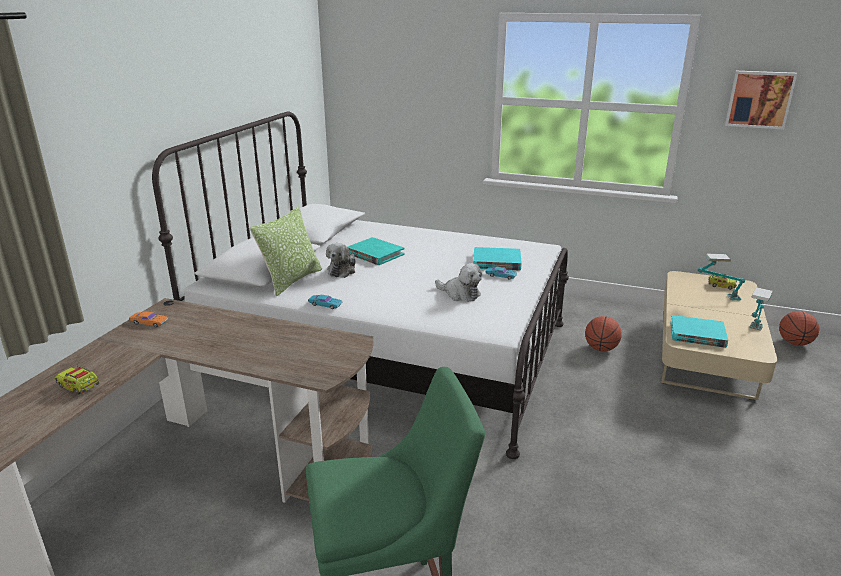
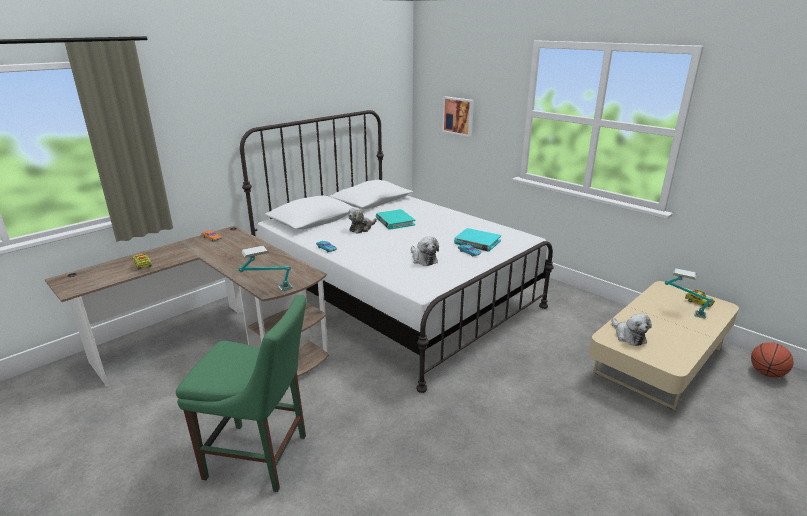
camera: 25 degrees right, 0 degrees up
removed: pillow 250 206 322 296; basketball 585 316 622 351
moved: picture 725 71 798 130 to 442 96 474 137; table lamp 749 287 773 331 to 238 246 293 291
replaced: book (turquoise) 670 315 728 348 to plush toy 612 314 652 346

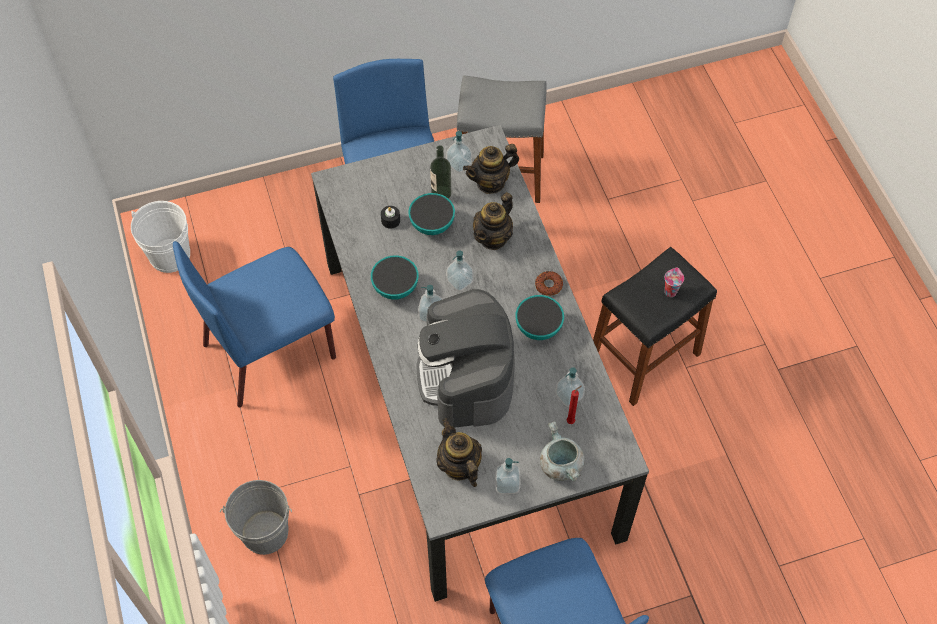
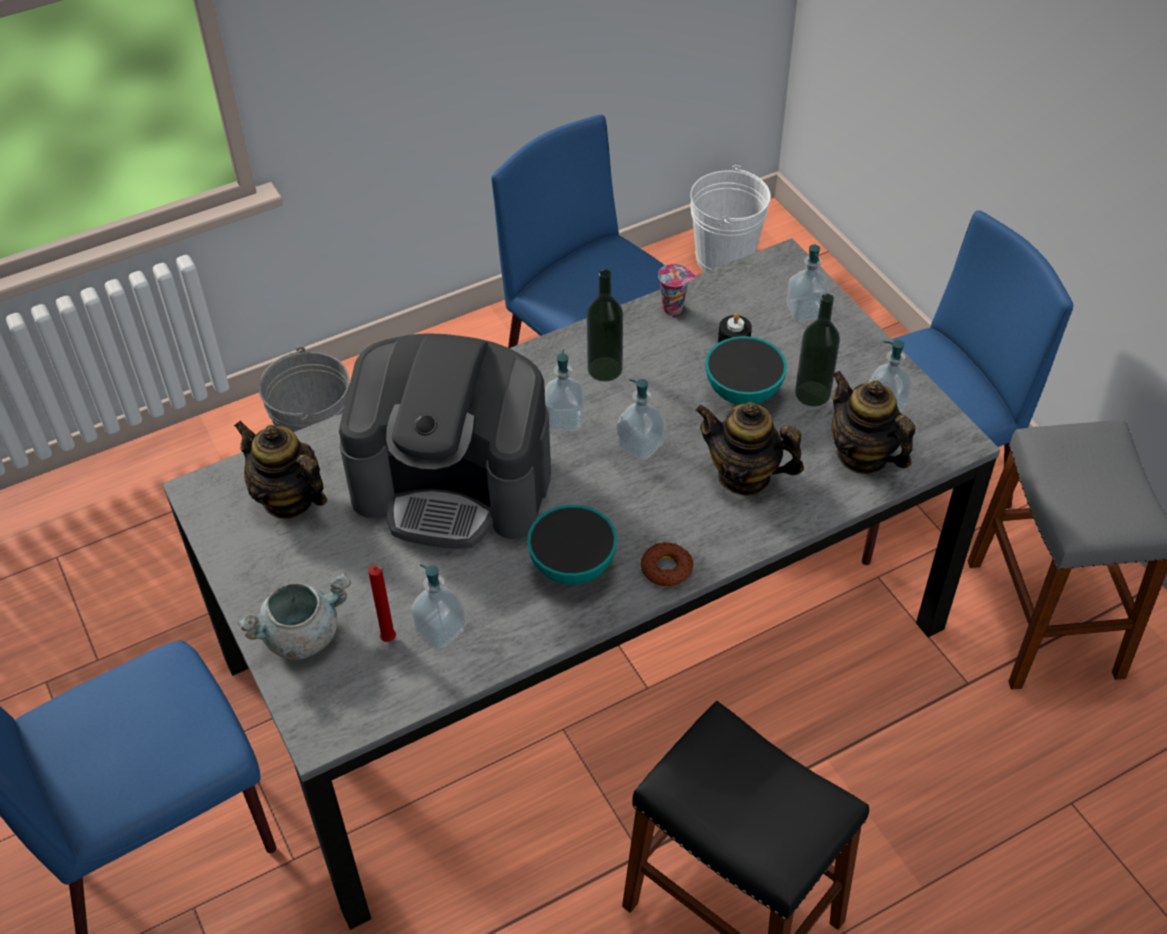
camera: 80 degrees right, 10 degrees down
moved: soap dispenser 495 458 521 494 to 786 245 830 322; cup 665 267 684 297 to 658 264 696 315
replaced: bowl 371 256 418 300 to bottle 587 269 623 381
turned: coffee machine 417 289 515 428 = 339 333 551 549 150 degrees counterclockwise; teapot 436 418 482 487 = 234 421 327 519 105 degrees counterclockwise

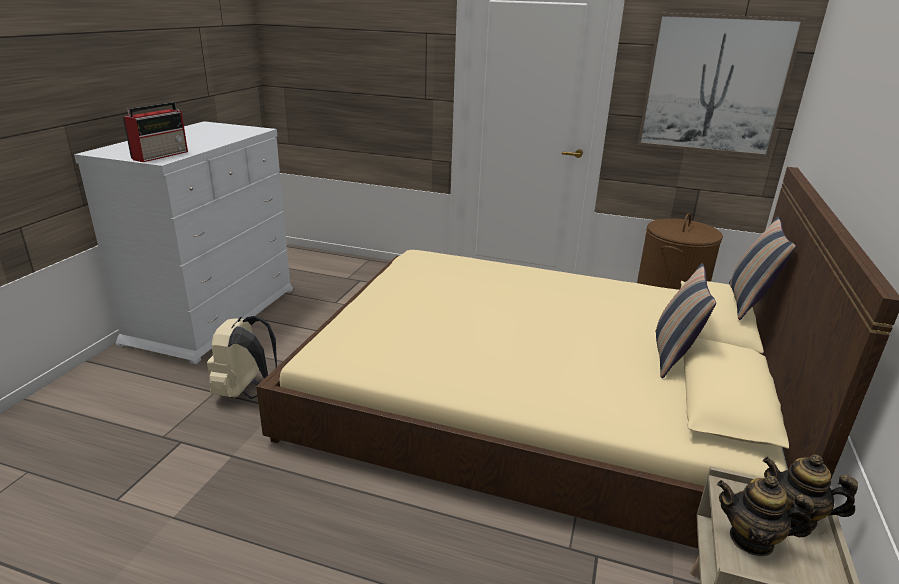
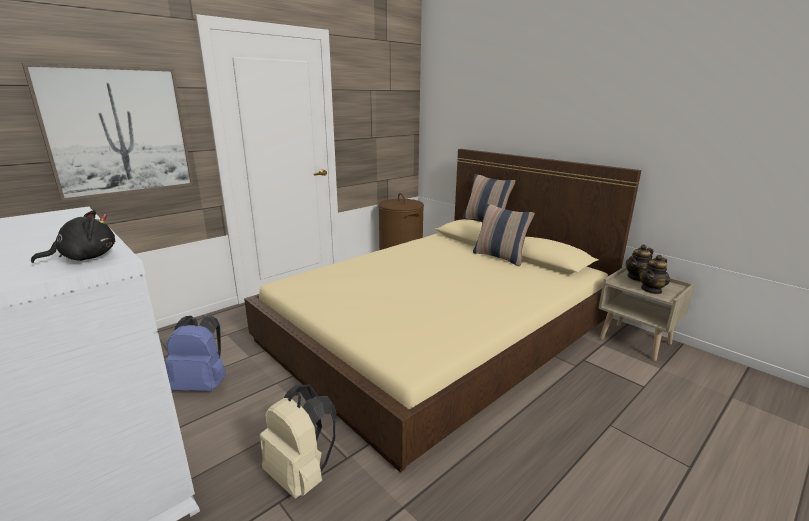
camera: 60 degrees left, 5 degrees down
added: backpack (blue) 165 316 226 391
moved: picture 638 13 805 157 to 22 63 194 201
replaced: radio 123 102 188 162 to plush toy (black) 31 210 115 263

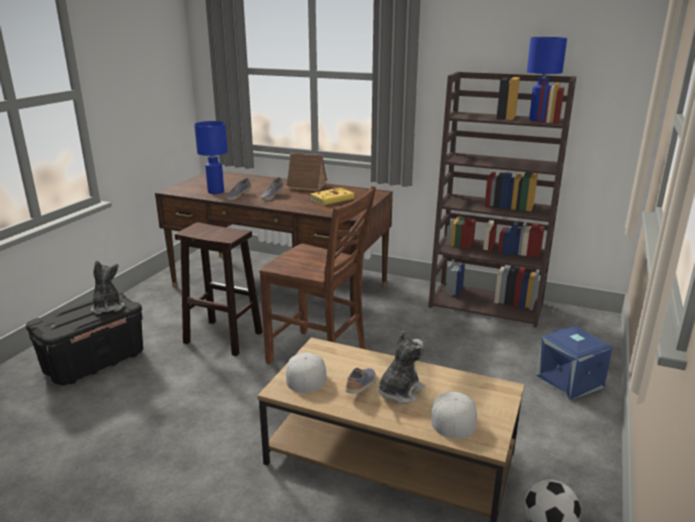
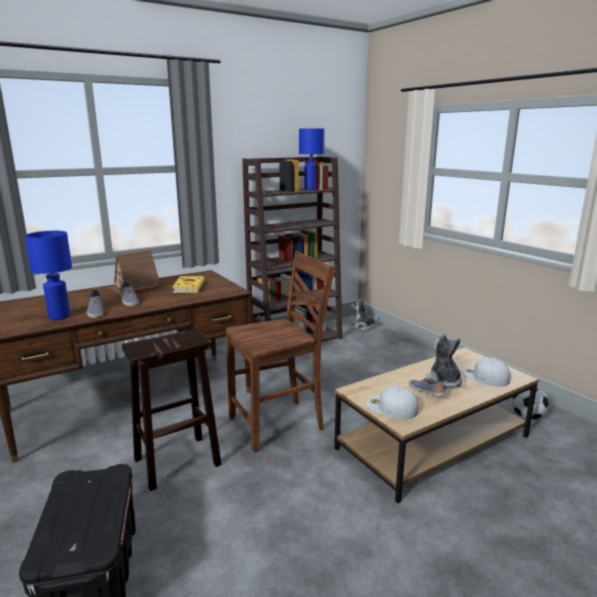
camera: 55 degrees left, 5 degrees down
removed: storage box (blue) 536 326 612 400
moved: plush toy 91 260 124 314 to 350 299 380 330

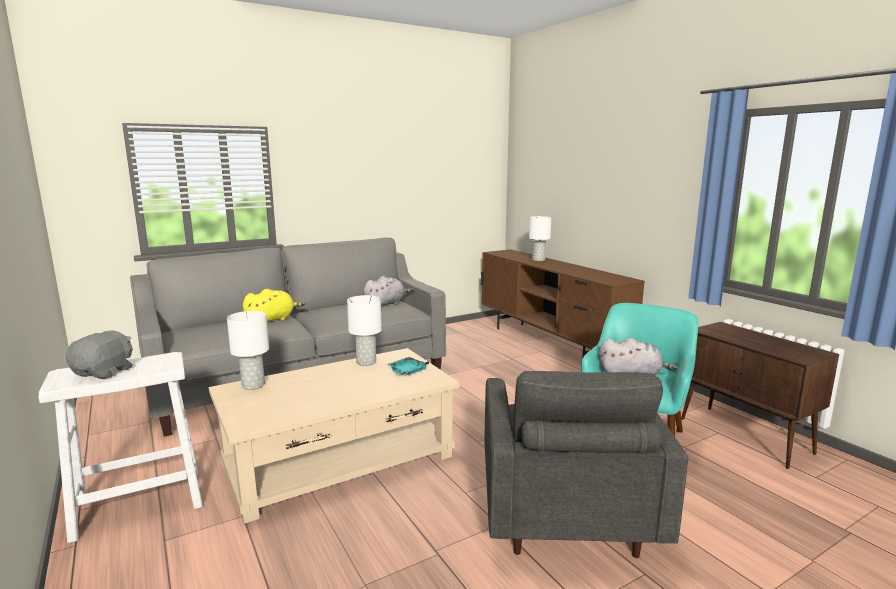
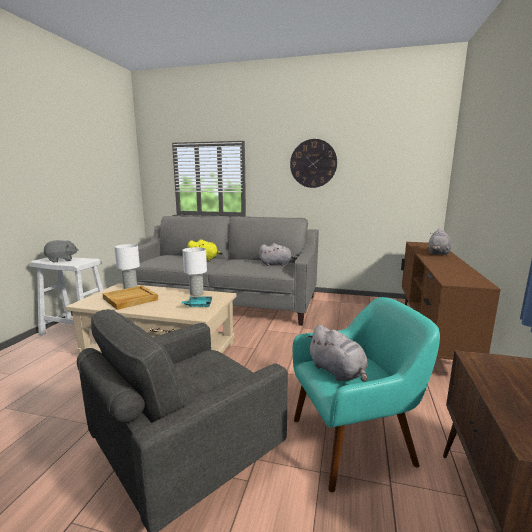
camera: 45 degrees right, 0 degrees up
added: tray (beige) 103 286 158 310; wall clock 290 139 337 188
replaced: table lamp (white) 529 216 551 261 to plush toy (grey) 428 229 451 255

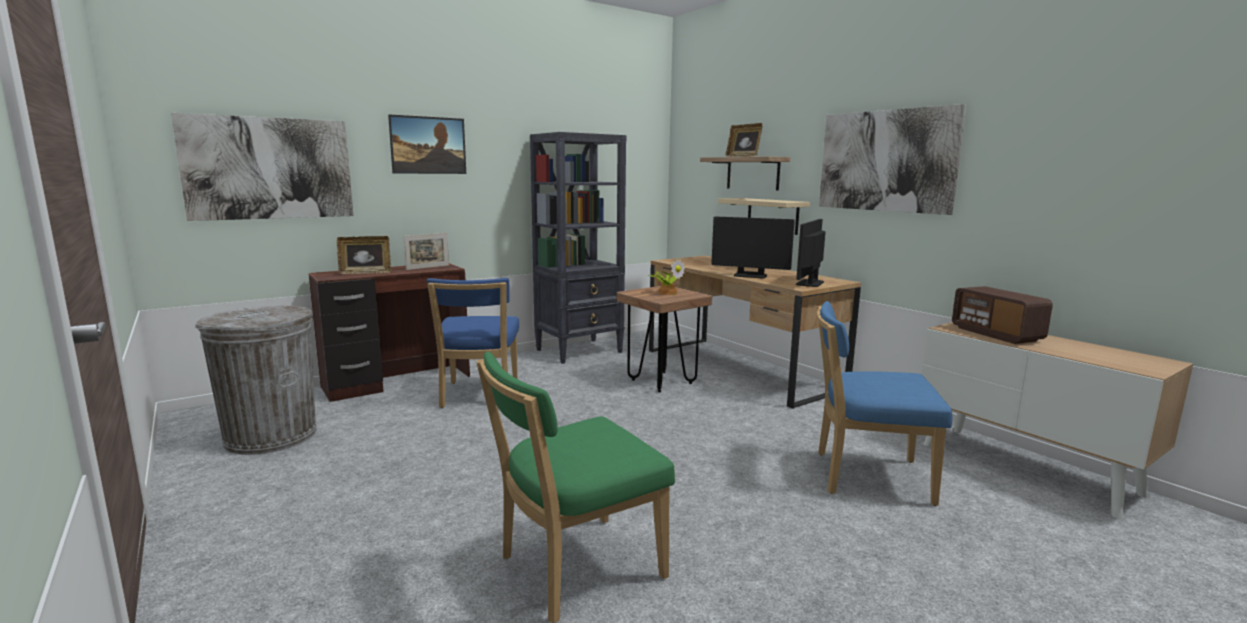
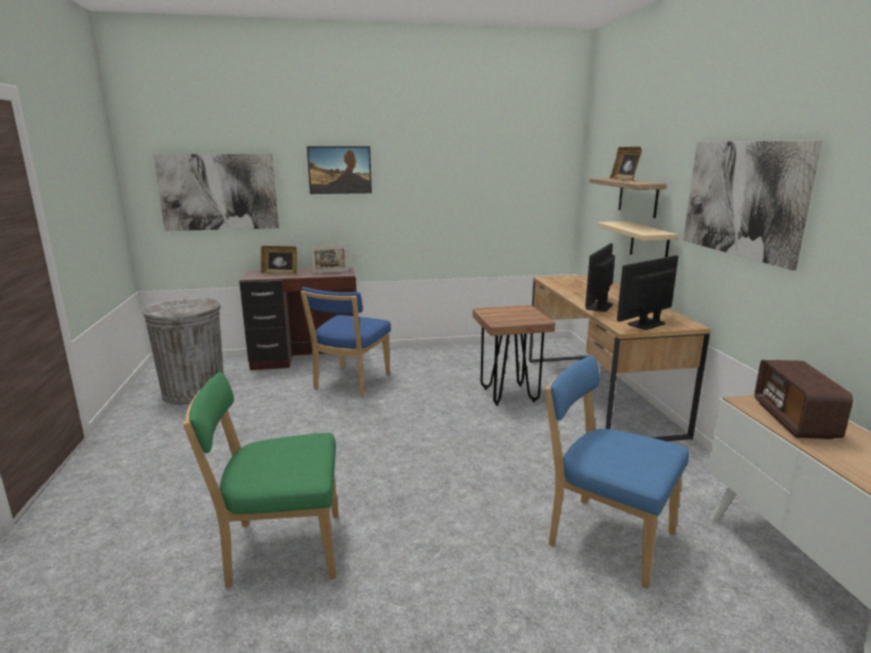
camera: 25 degrees right, 5 degrees up
removed: bookcase (black) 530 132 627 364; potted plant 648 259 685 295
turned: monitor 711 217 795 278 = 585 243 615 312 75 degrees clockwise

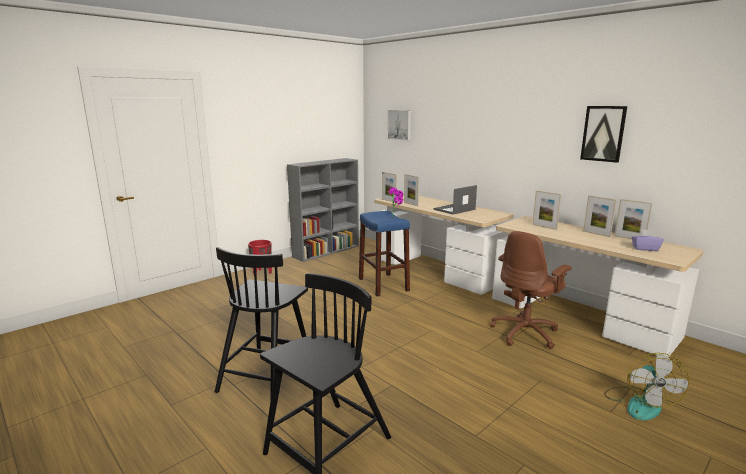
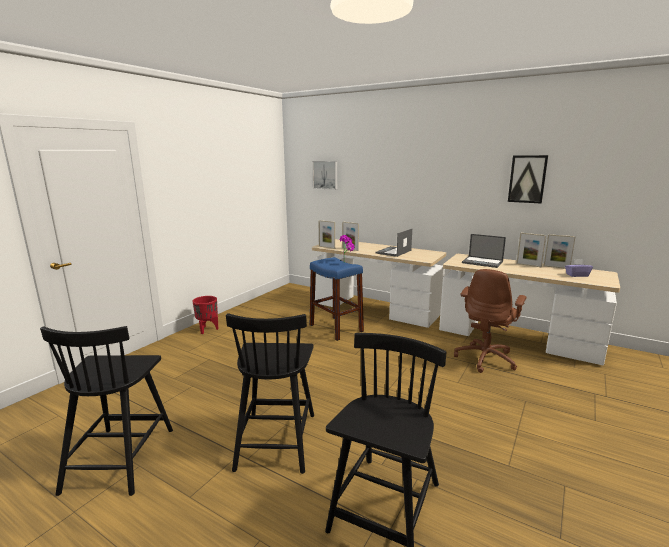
camera: 15 degrees left, 0 degrees up
removed: bookcase (grey) 287 158 359 262; fan 604 353 689 420
added: chair (black) 40 326 173 496
replaced: picture frame 532 190 561 230 to laptop 462 234 506 268

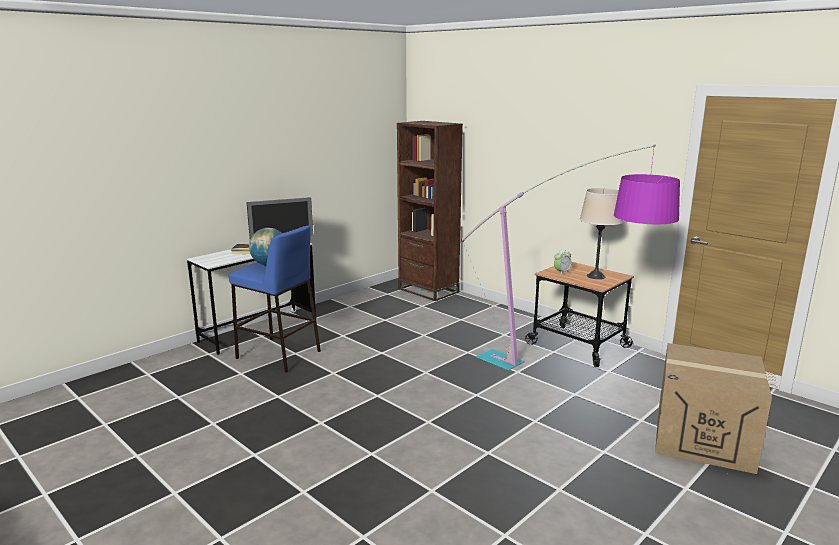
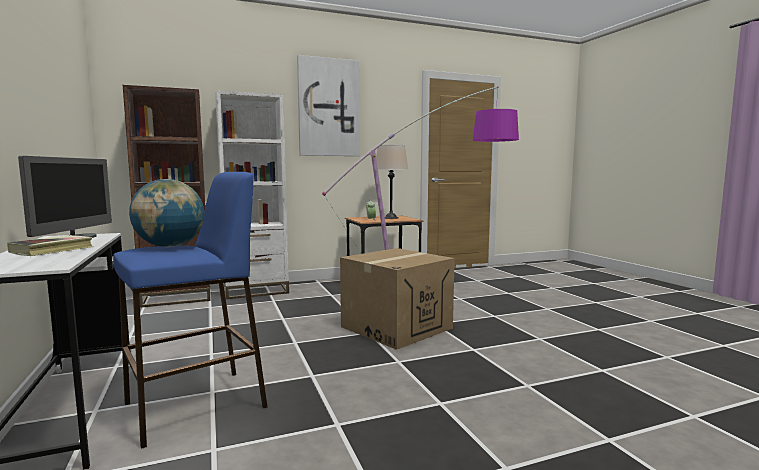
camera: 65 degrees left, 10 degrees down
added: bookcase (white) 215 90 289 299; picture 297 55 360 156
moved: cardboard box 655 343 772 474 to 340 248 455 350

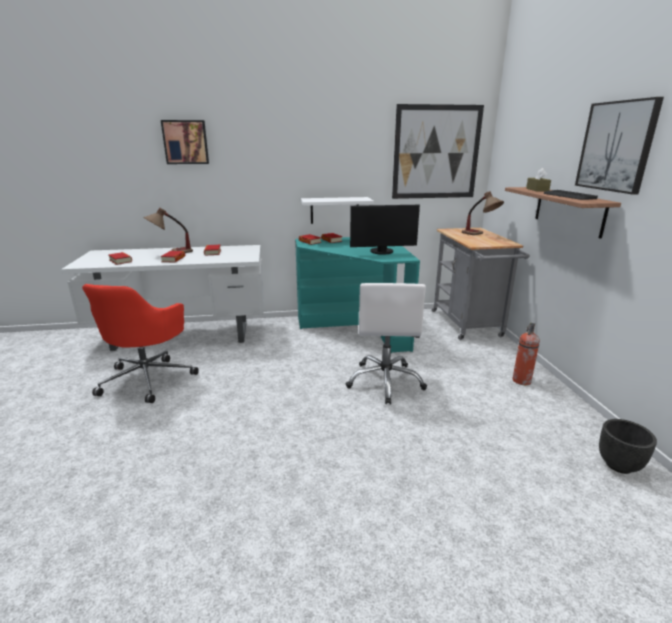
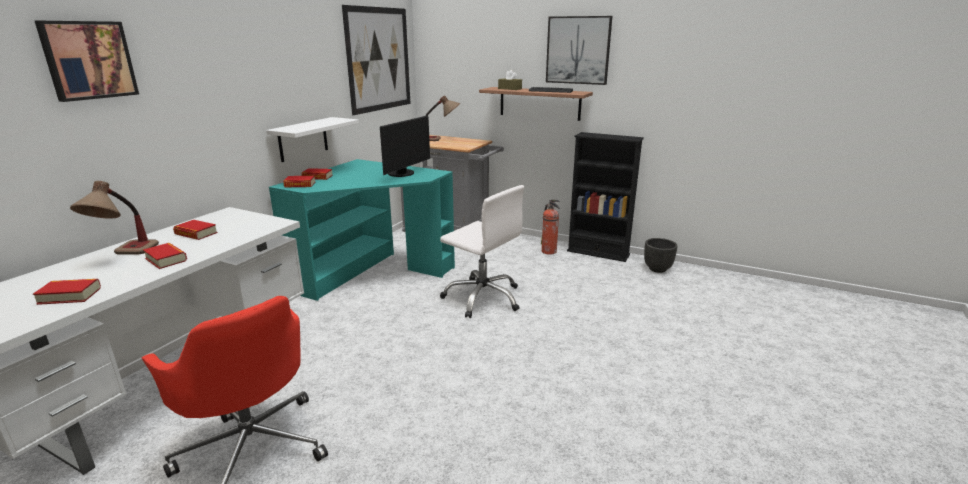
camera: 55 degrees left, 0 degrees up
added: bookcase (black) 567 132 644 262

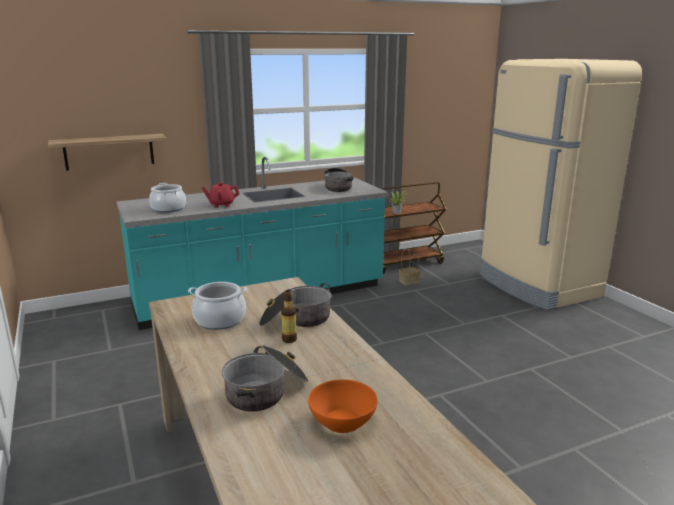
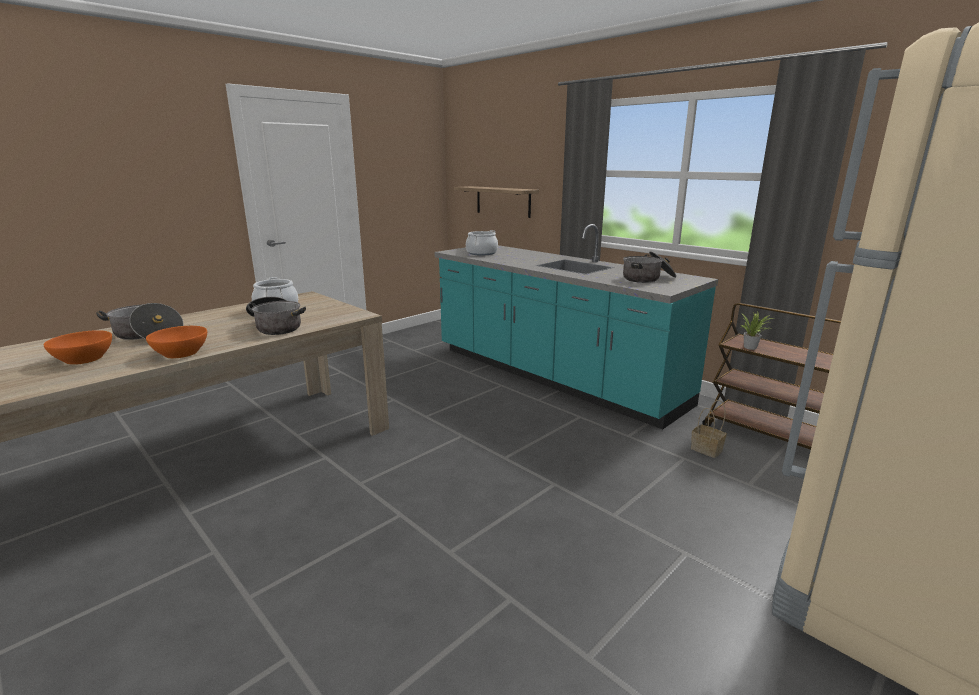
camera: 70 degrees right, 0 degrees up
removed: teapot (red) 202 182 240 207; bottle 281 290 297 343
added: bowl (orange) 146 326 207 358

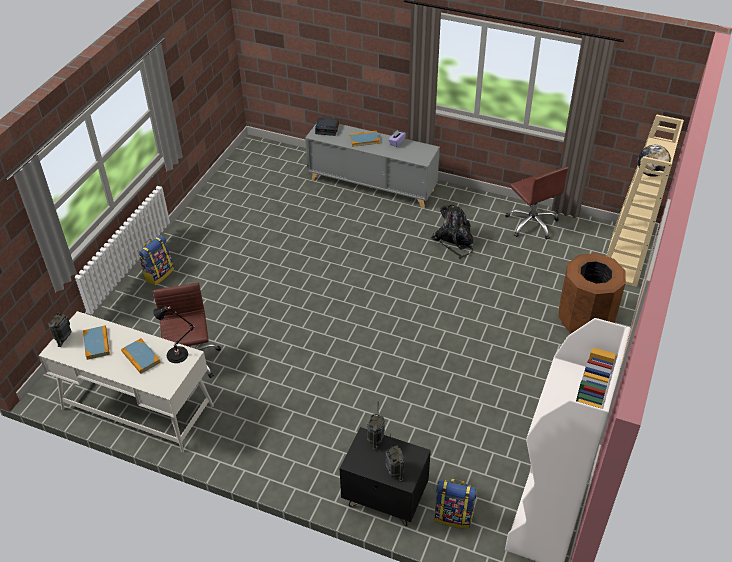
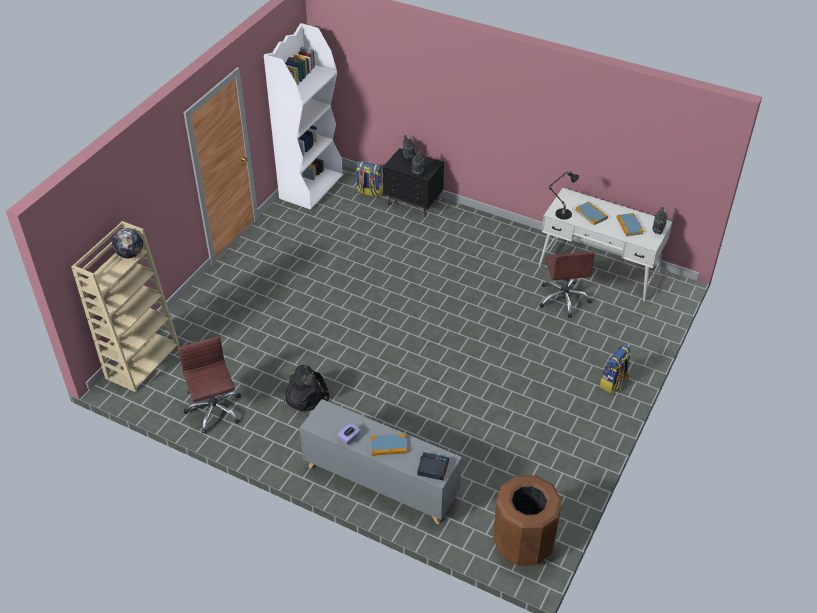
camera: 175 degrees left, 0 degrees up
moved: trash can (brown) 558 253 626 333 to 493 475 562 566

